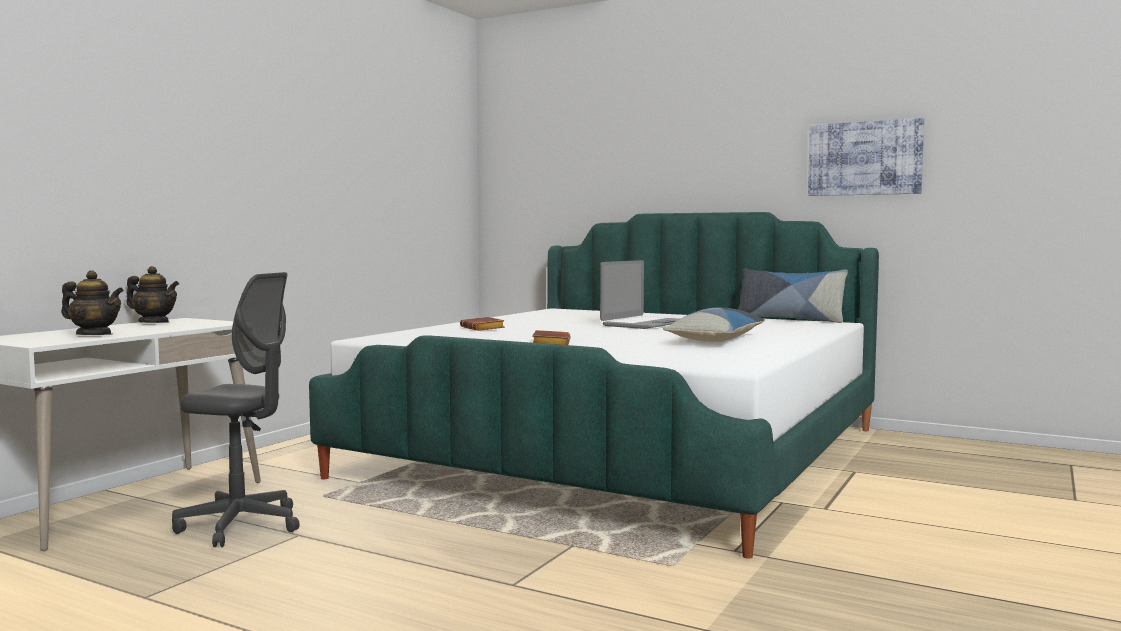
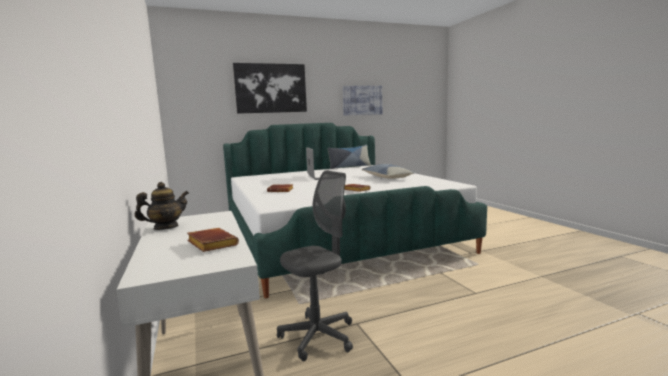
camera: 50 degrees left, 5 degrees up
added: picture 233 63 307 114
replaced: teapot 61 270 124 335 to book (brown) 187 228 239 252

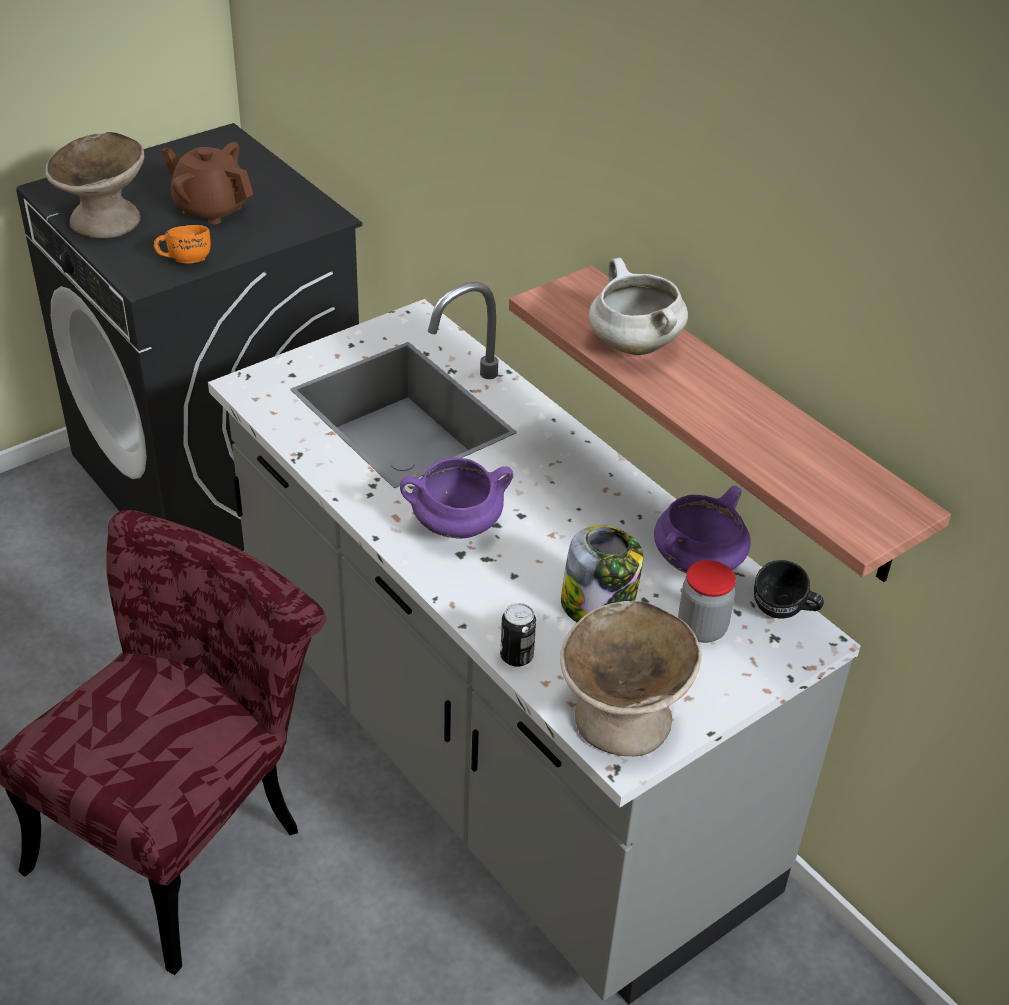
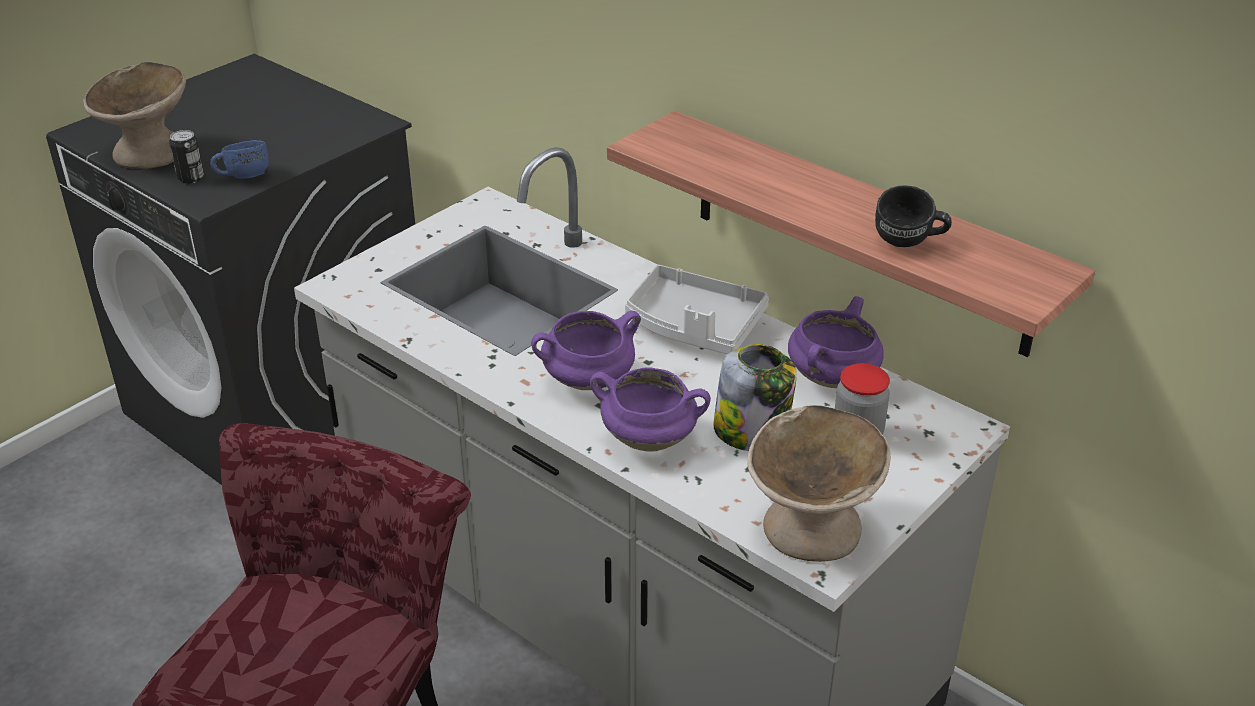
camera: 10 degrees left, 5 degrees down
removed: teapot (brown) 161 142 253 225; cooking pot (white) 589 258 688 355
added: cooking pot (purple) 590 367 711 451; tray (grey) 625 265 769 355
moved: can 500 603 536 667 to 169 130 204 184; mug (black) 754 560 824 619 to 875 185 952 247
recoloured: mug (orange) 154 225 211 263 to mug (blue) 210 140 269 179

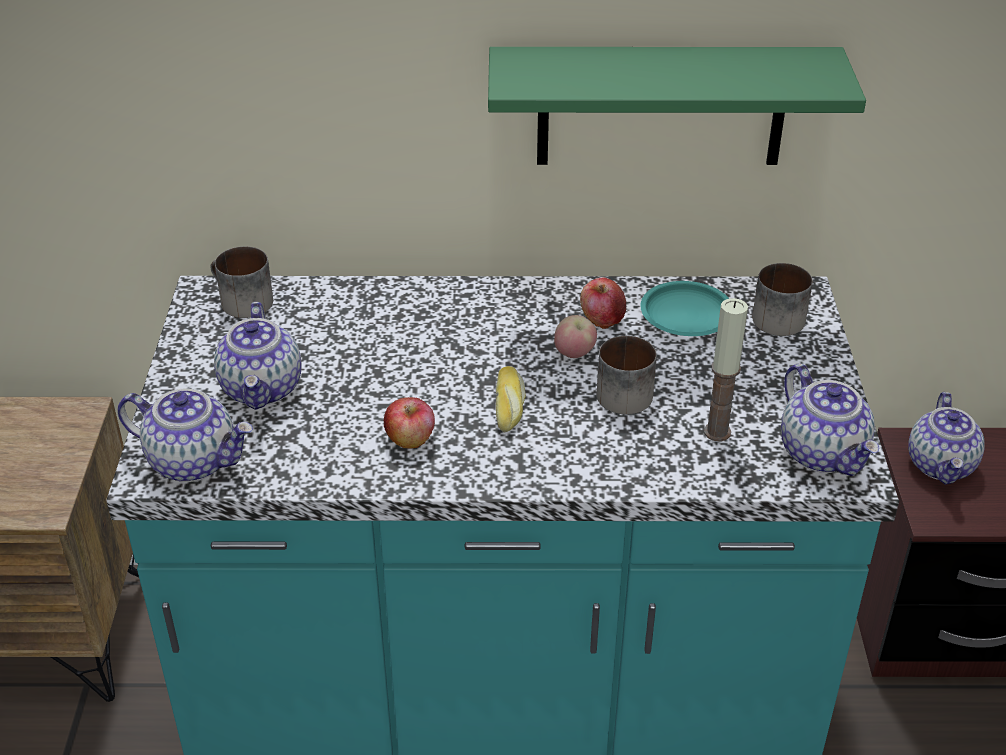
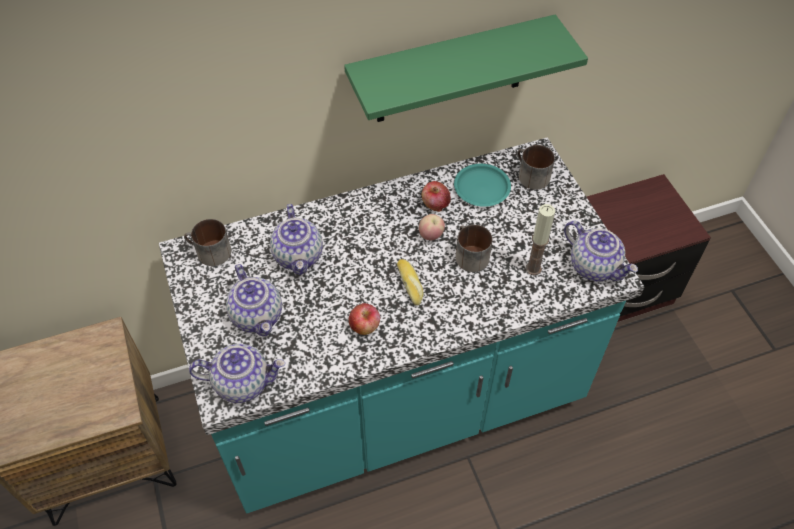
camera: 20 degrees left, 15 degrees up
moved: teapot 908 392 985 485 to 270 204 323 275

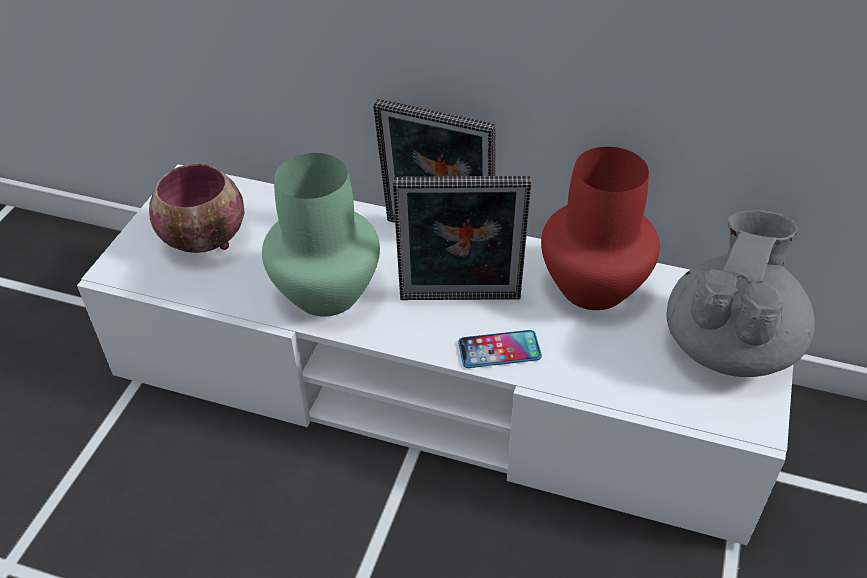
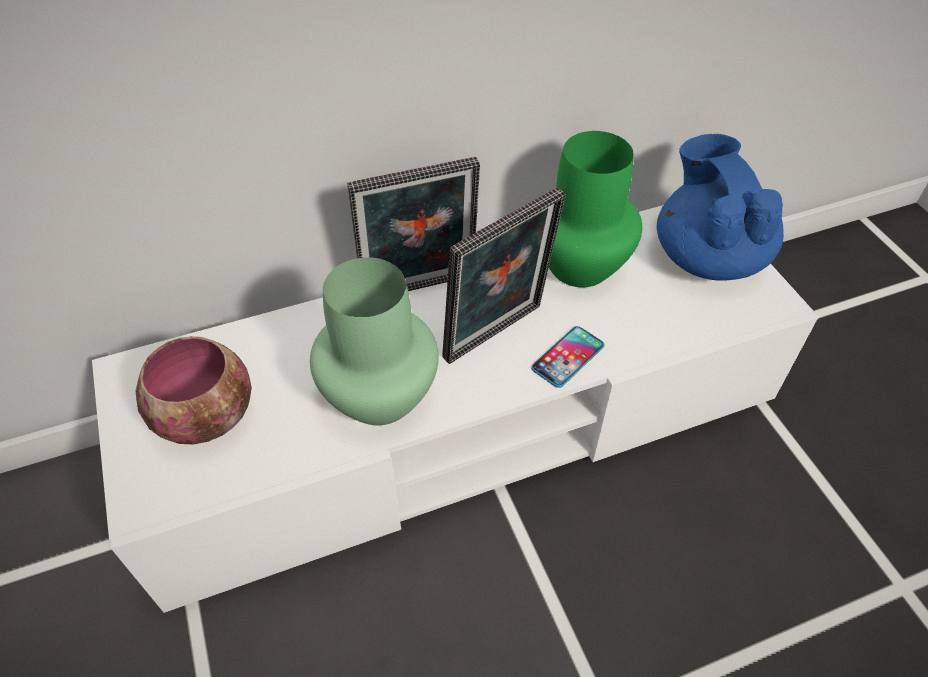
camera: 40 degrees left, 5 degrees up
recoloured: vase (red) 541 147 660 310 to vase (green) 549 131 642 287; teapot (grey) 666 210 815 377 to teapot (blue) 657 134 784 281

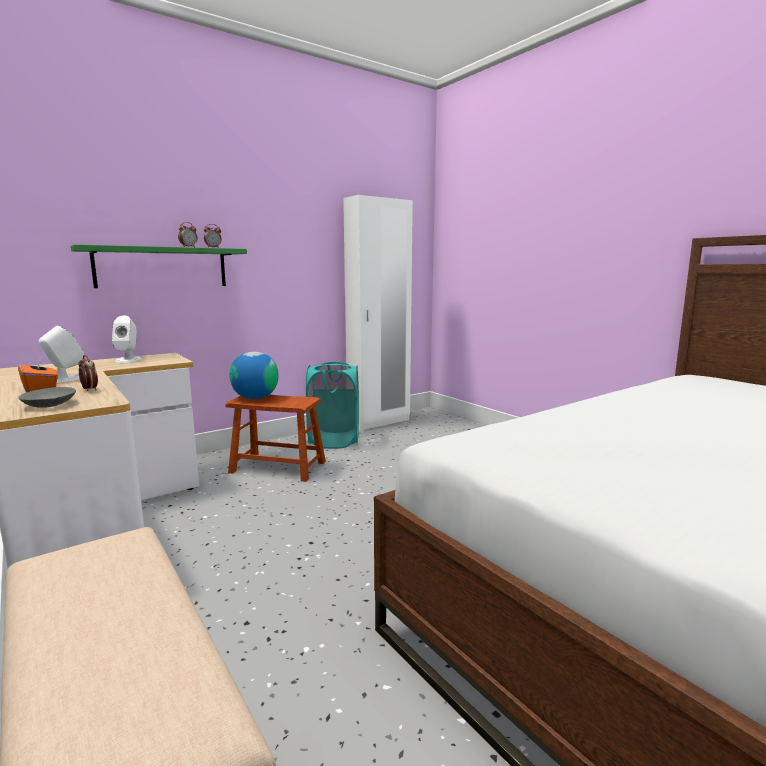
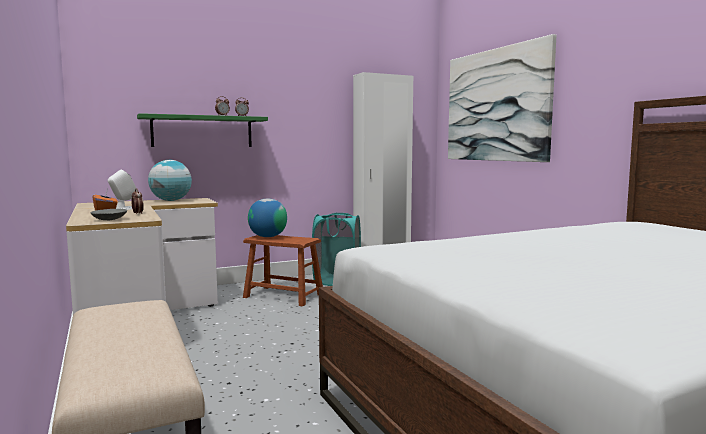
camera: 10 degrees right, 5 degrees down
added: picture 448 34 556 162
replaced: speaker (white) 112 316 141 363 to globe 148 160 192 201

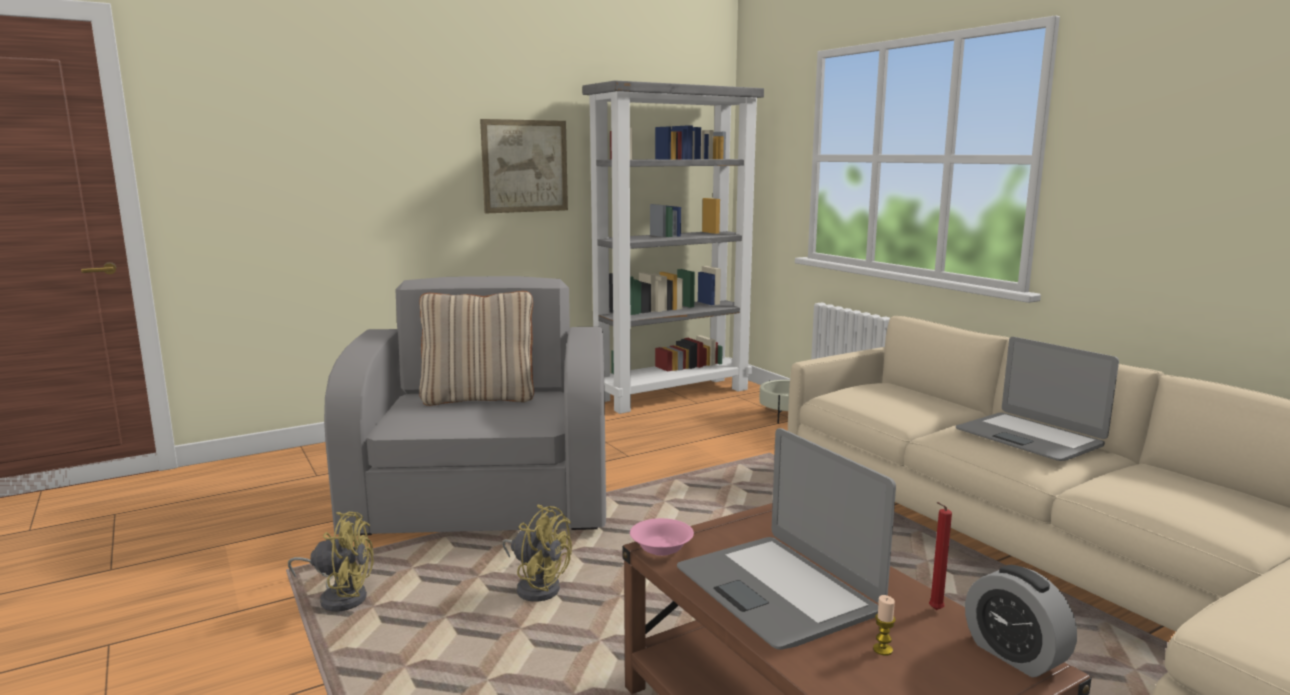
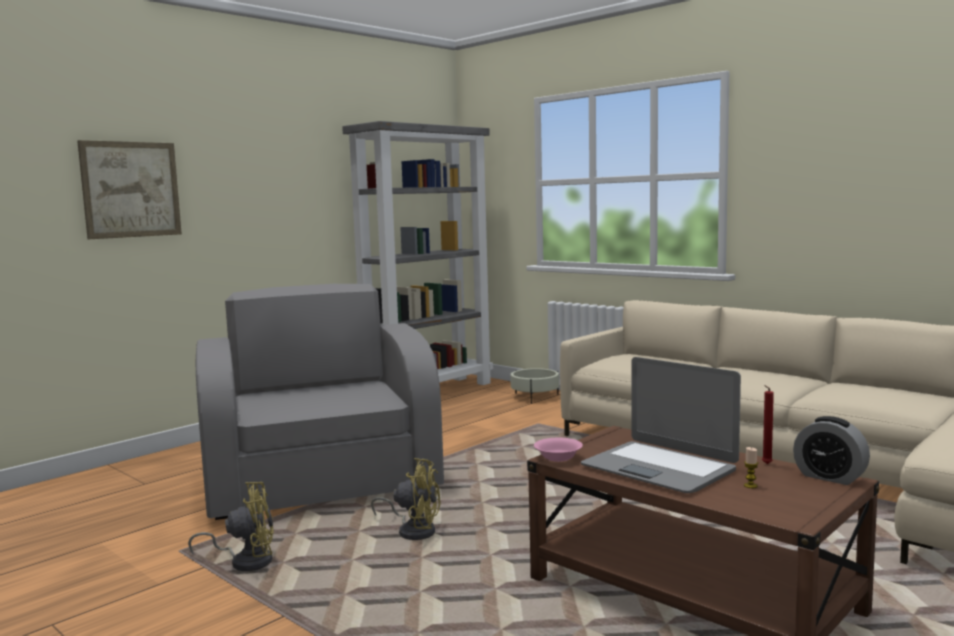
camera: 15 degrees left, 5 degrees down
removed: pillow (beige) 419 291 534 406; laptop 956 337 1119 461
moved: picture 480 119 568 213 to 77 140 182 239

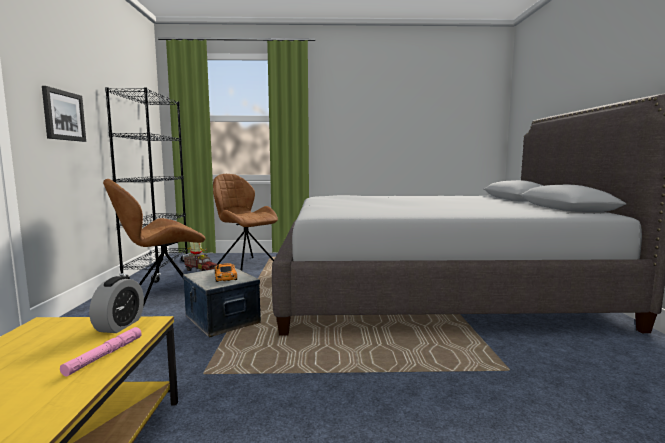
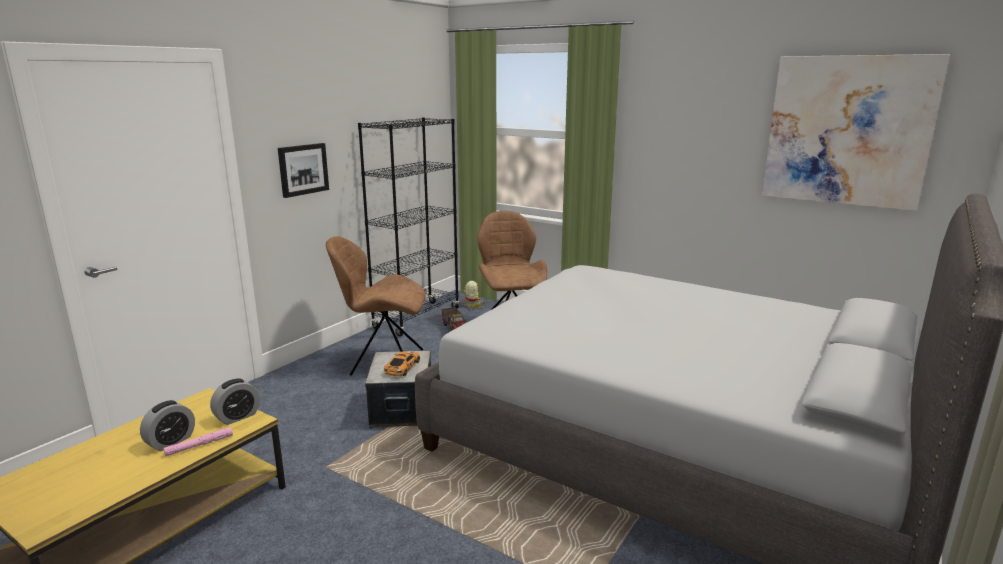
camera: 35 degrees right, 10 degrees up
added: alarm clock 140 400 195 451; picture 762 54 950 211

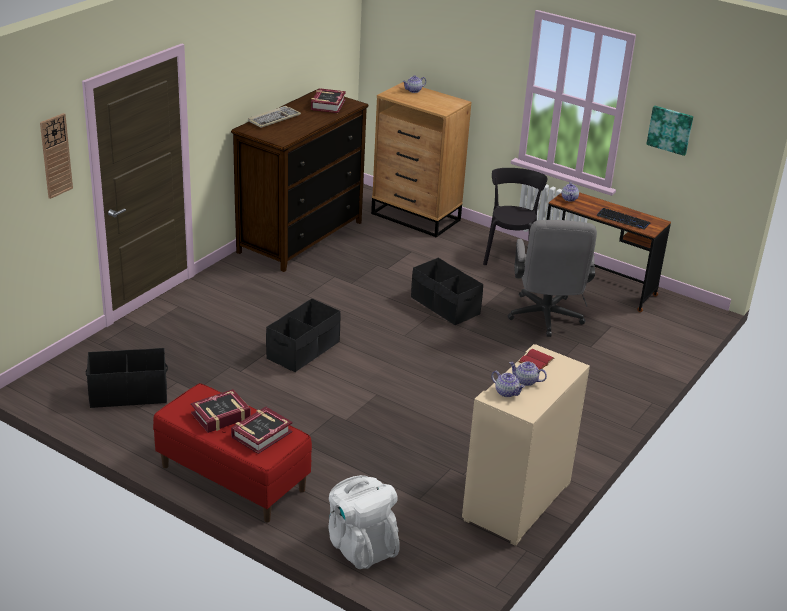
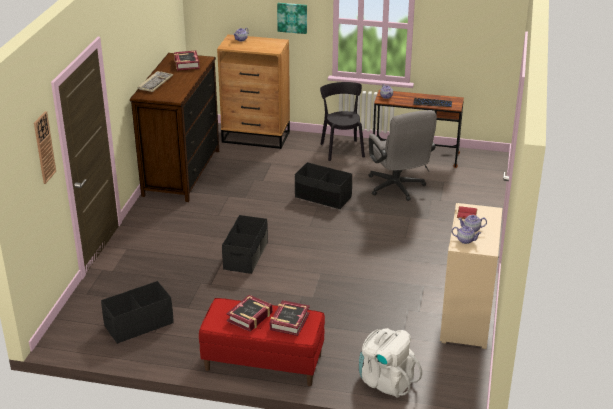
camera: 20 degrees left, 0 degrees up
moved: picture 646 106 693 156 to 277 3 307 34

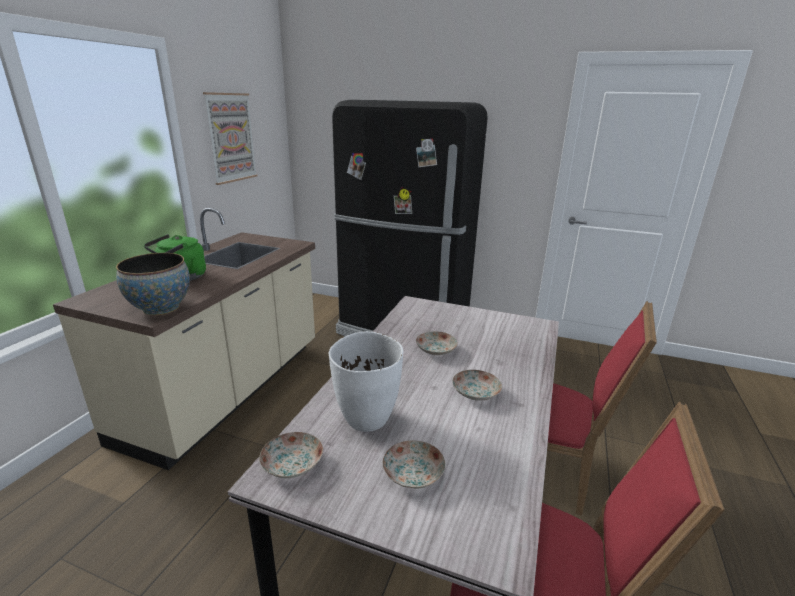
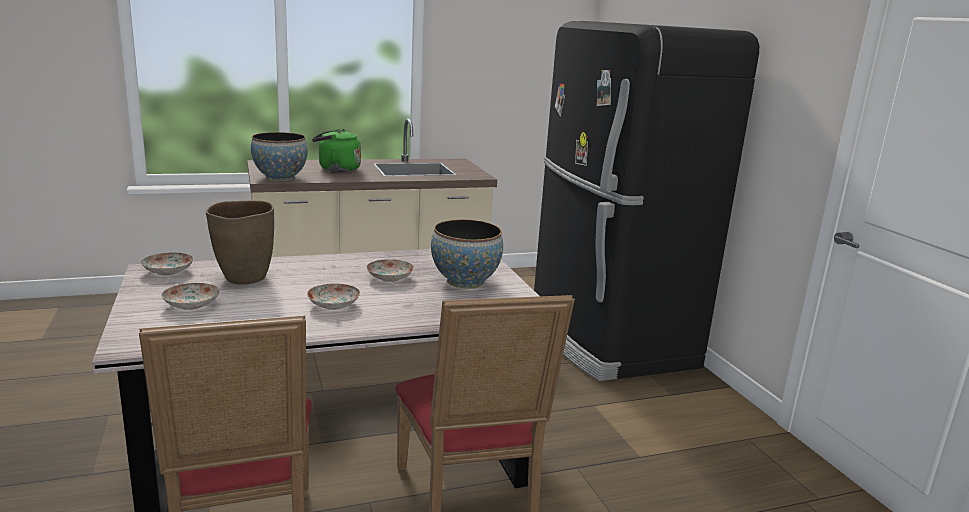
camera: 50 degrees right, 5 degrees down
removed: picture 203 92 258 185
added: bowl 431 219 503 289
recoloured: vase (white) 329 331 403 432 to vase (brown) 206 201 274 285

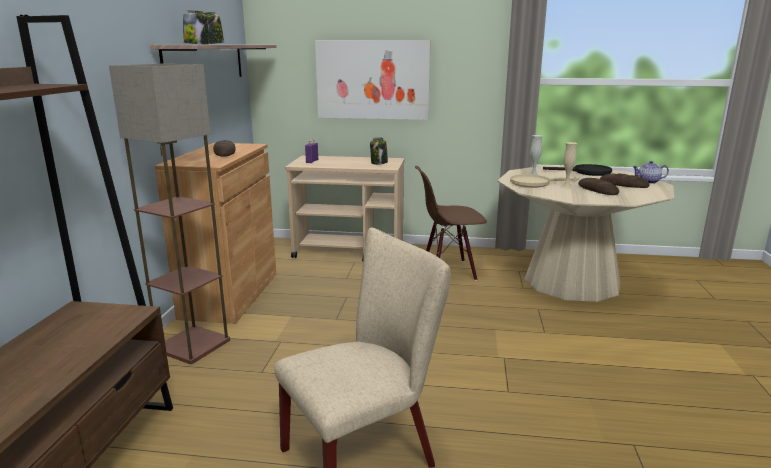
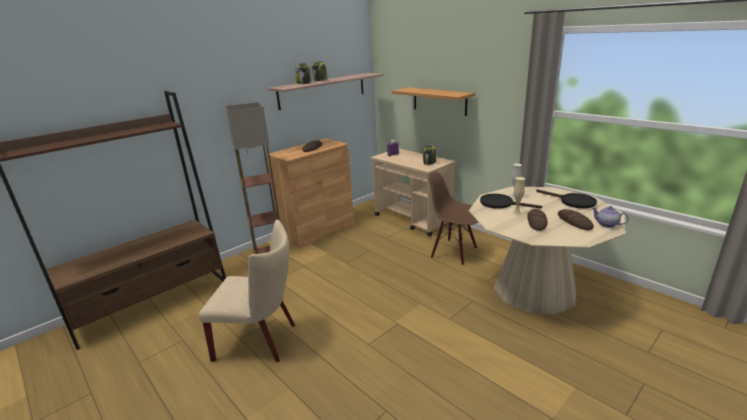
camera: 40 degrees right, 5 degrees up
replaced: picture 315 40 430 120 to shelf 392 87 475 116
recoloured: frying pan (beige) 510 174 579 188 to frying pan (black) 480 194 542 209

